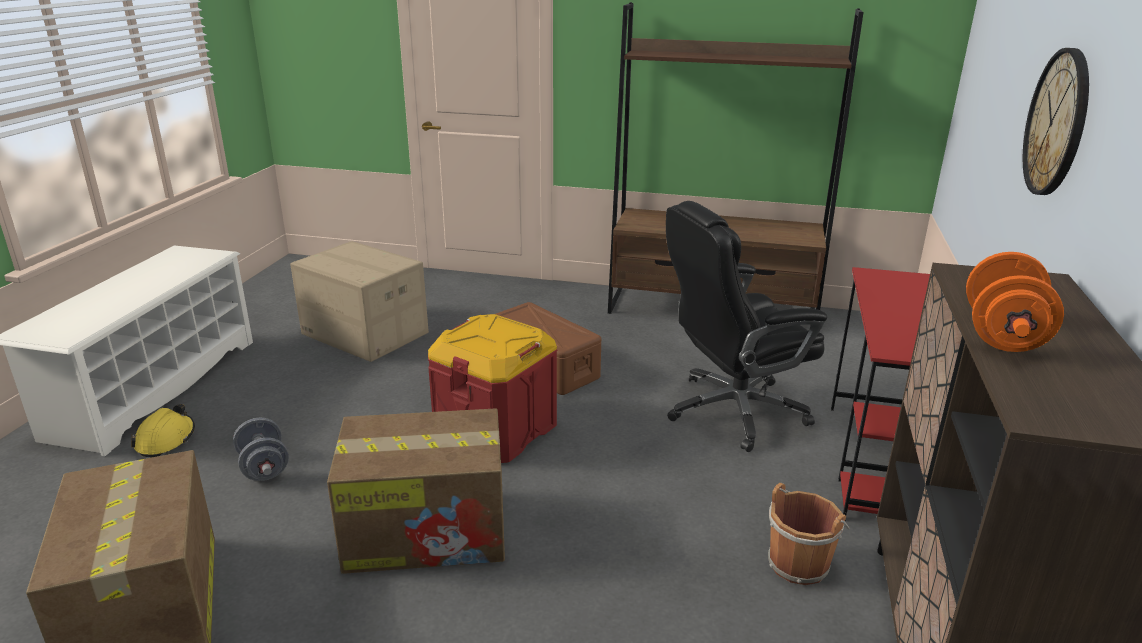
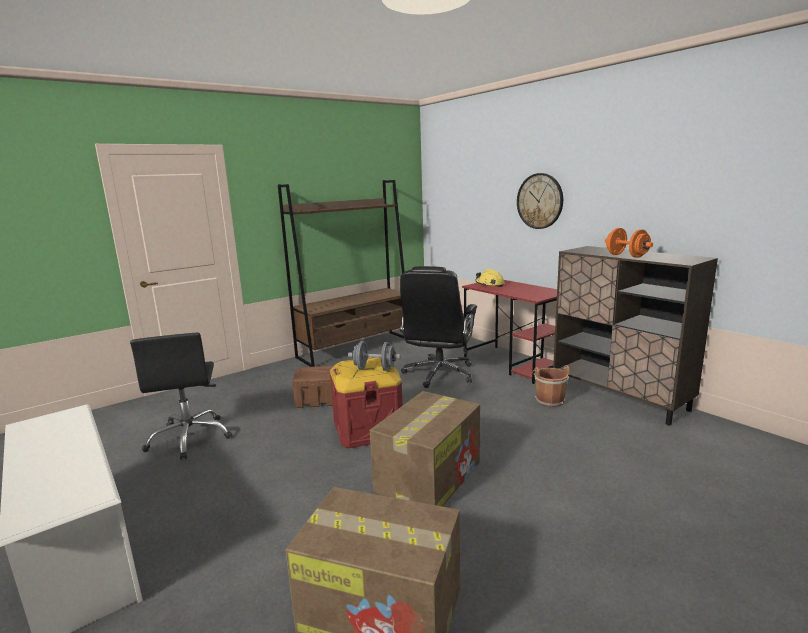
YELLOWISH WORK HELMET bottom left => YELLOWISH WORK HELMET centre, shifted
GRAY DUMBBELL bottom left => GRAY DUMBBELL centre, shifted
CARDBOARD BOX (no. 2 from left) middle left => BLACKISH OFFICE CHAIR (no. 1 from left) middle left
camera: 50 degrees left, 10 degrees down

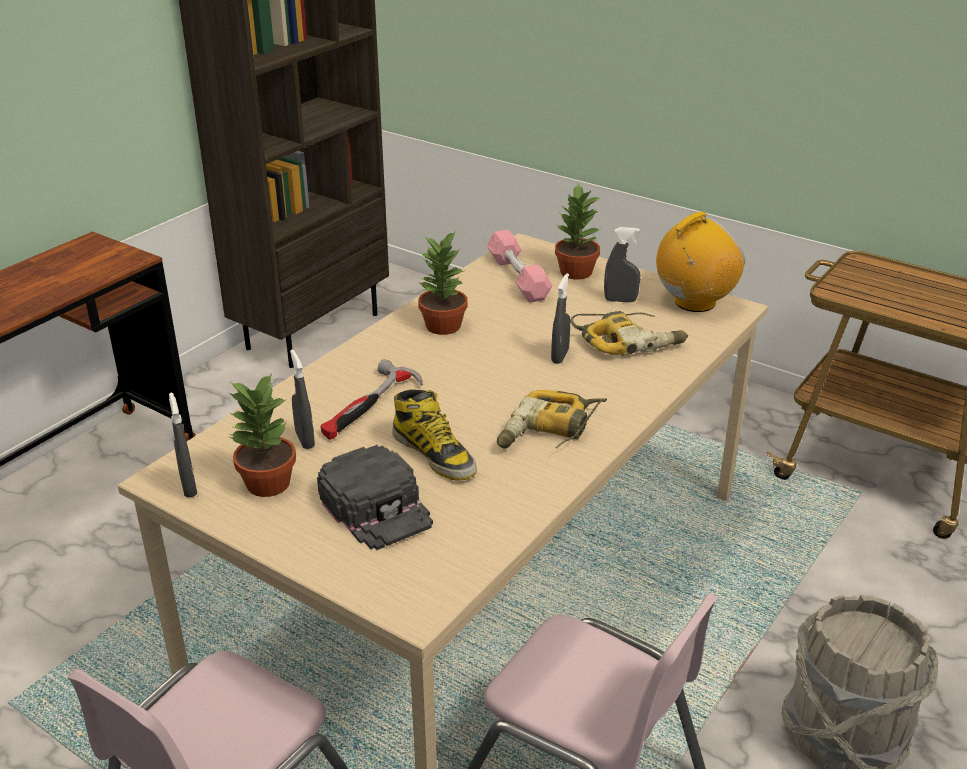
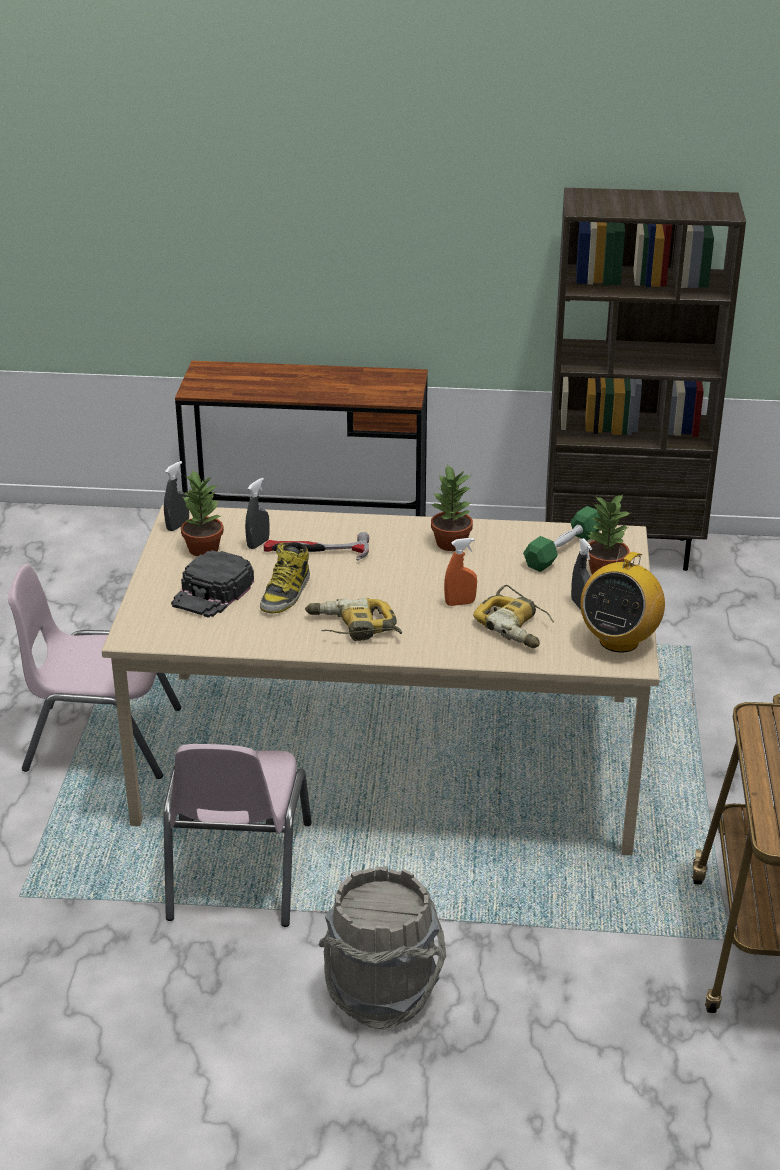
PINK-COLOURED DUMBBELL centre => GREENISH DUMBBELL middle right
GRAY SPRAYER (no. 3 from left) centre => ORANGE-COLOURED SPRAYER centre
RADIO RECEIVER middle right, 90 degrees clockwise
camera: 60 degrees right, 0 degrees up

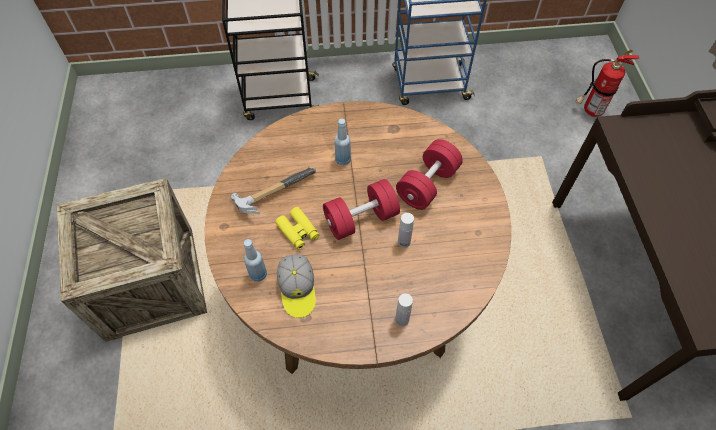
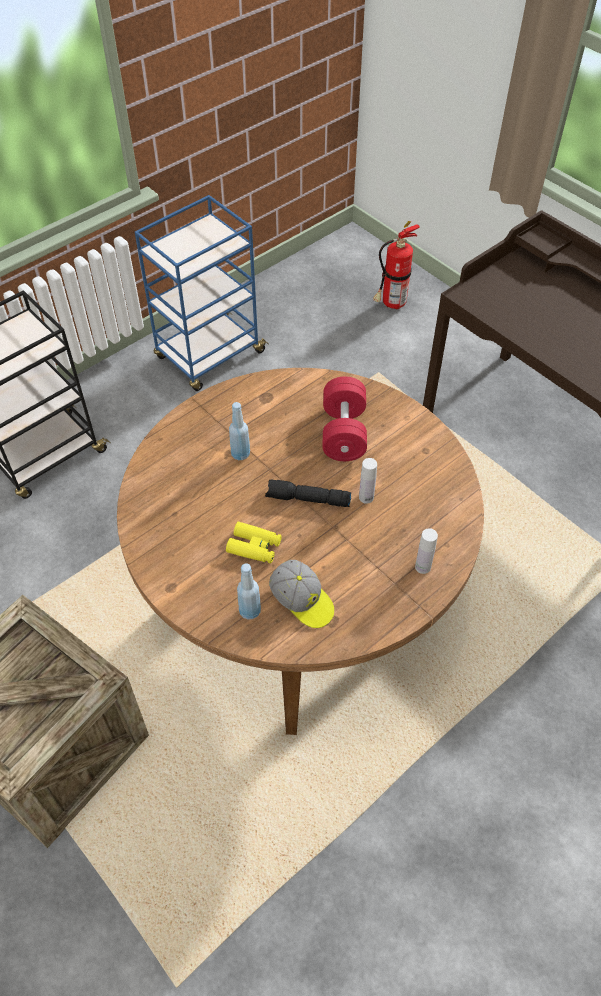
HAMMER centre => nothing
REDDISH DUMBBELL (no. 1 from left) centre => BLACKISH FLASHLIGHT centre
camera: 35 degrees left, 5 degrees down

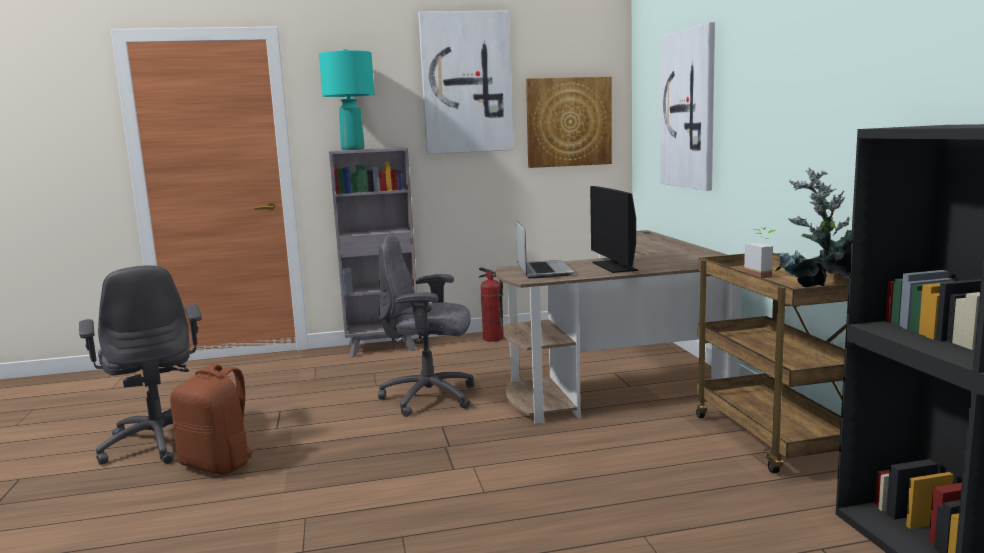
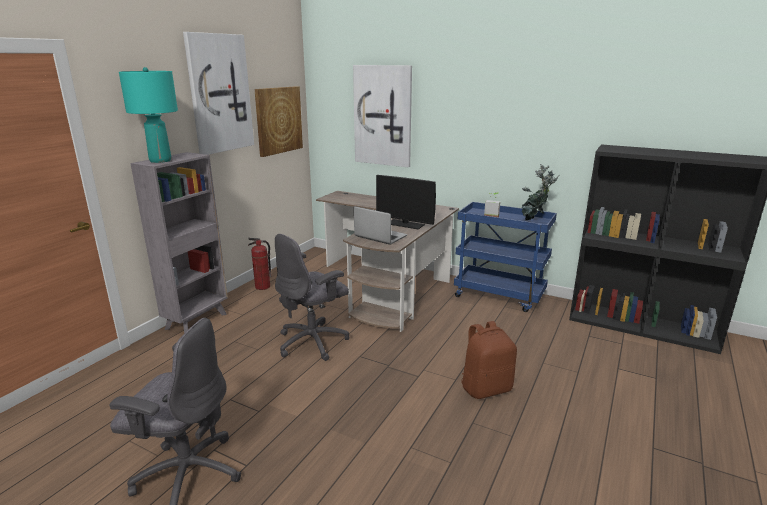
BROWN-COLOURED RUCKSACK bottom left => BROWN-COLOURED RUCKSACK bottom centre, shifted
BROWN-COLOURED WHEELED CART middle right => BLUISH WHEELED CART centre
camera: 50 degrees left, 10 degrees up

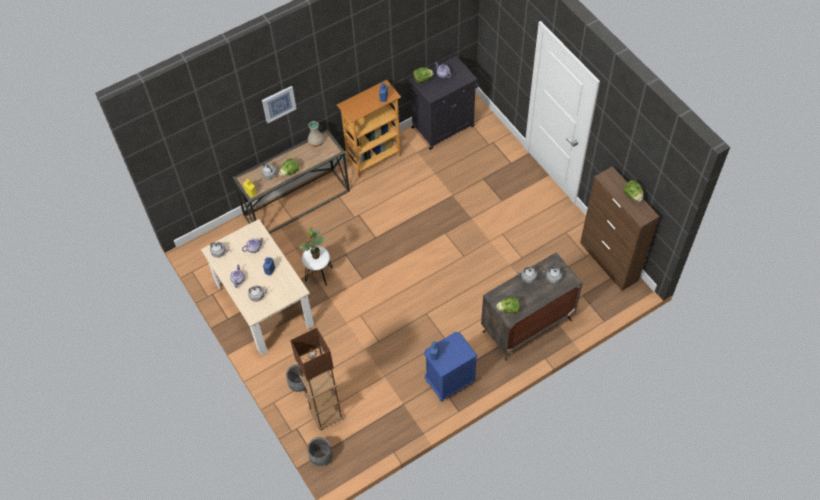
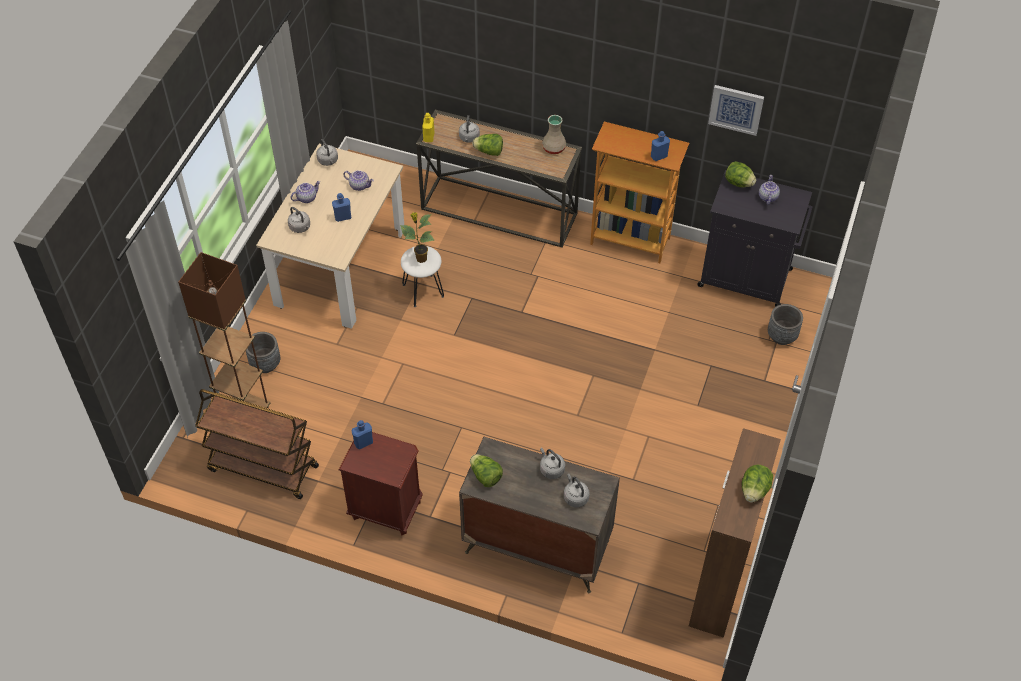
nothing => BROWN-COLOURED WHEELED CART middle left
WALL PICTURE top centre => WALL PICTURE top right, shifted
GRAY PLANTER (no. 2 from left) bottom centre => GRAY PLANTER (no. 2 from left) middle right, shifted
BLUISH NIGHTSTAND bottom centre => BROWN-COLOURED NIGHTSTAND bottom centre
camera: 50 degrees right, 5 degrees down

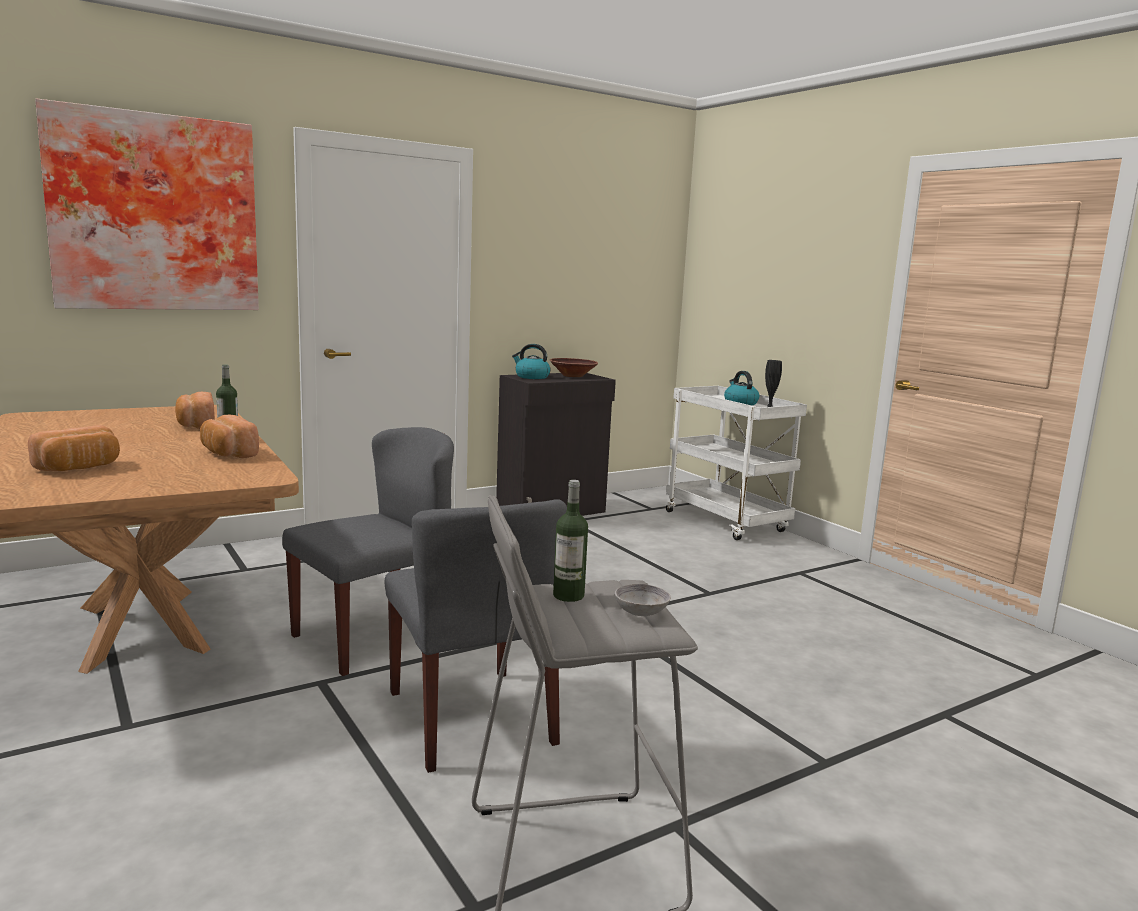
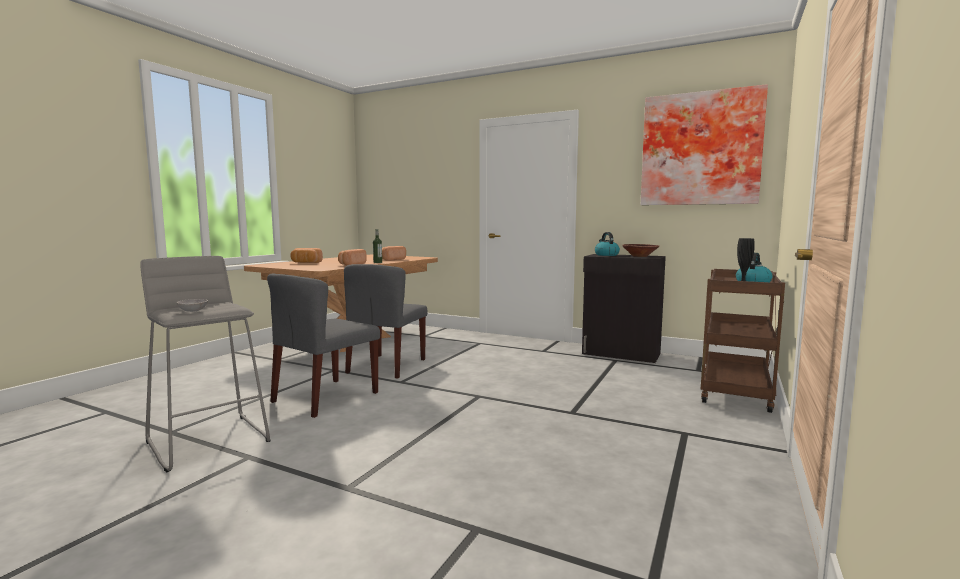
BOTTLE (no. 2 from left) centre => nothing
WALL PICTURE top left => WALL PICTURE top right, shifted
WHITE-COLOURED WHEELED CART centre => BROWN-COLOURED WHEELED CART middle right
GRAY UPRIGHT CHAIR (no. 1 from left in the first image) middle left => GRAY UPRIGHT CHAIR (no. 2 from left) centre, 90 degrees clockwise
camera: 60 degrees right, 5 degrees down

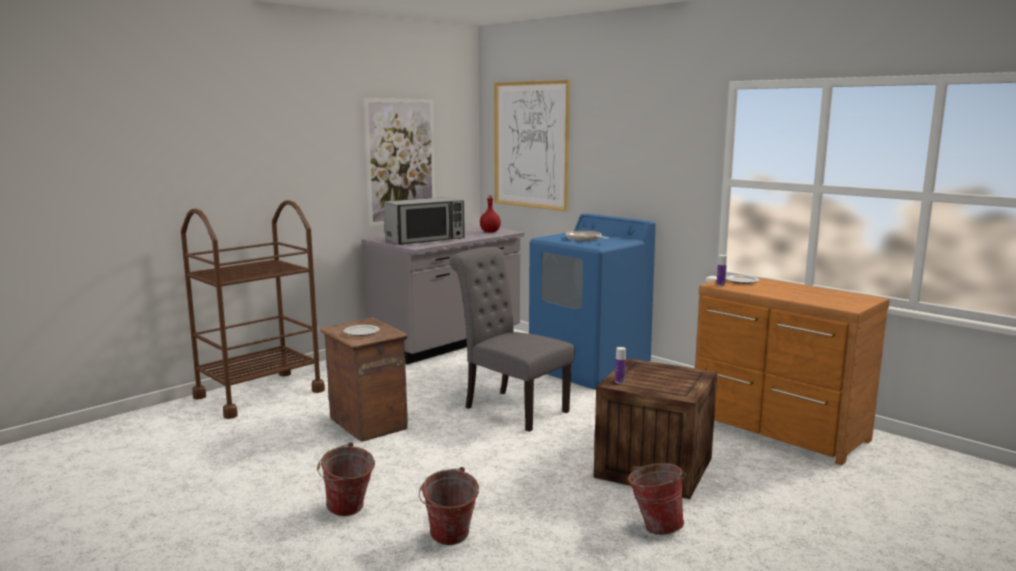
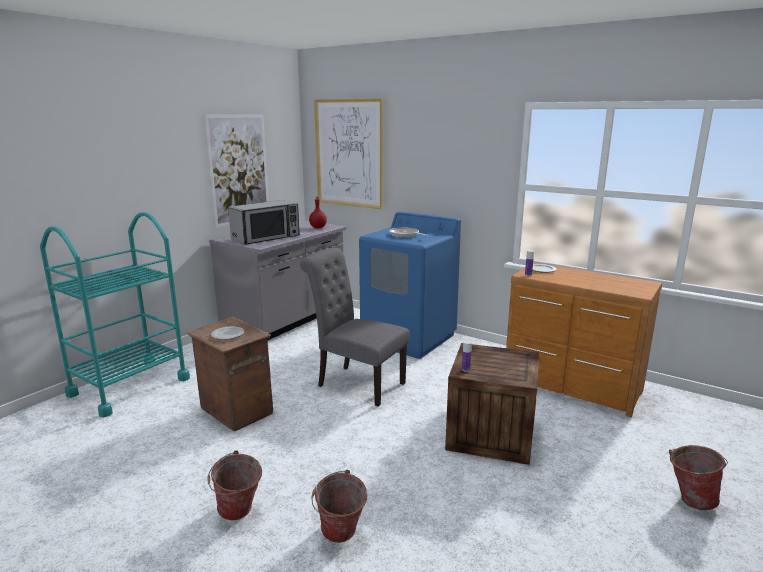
BUCKET (no. 3 from left) bottom centre => BUCKET (no. 3 from left) bottom right, shifted
BROWN-COLOURED WHEELED CART middle left => TURQUOISE WHEELED CART middle left
camera: 10 degrees left, 5 degrees up

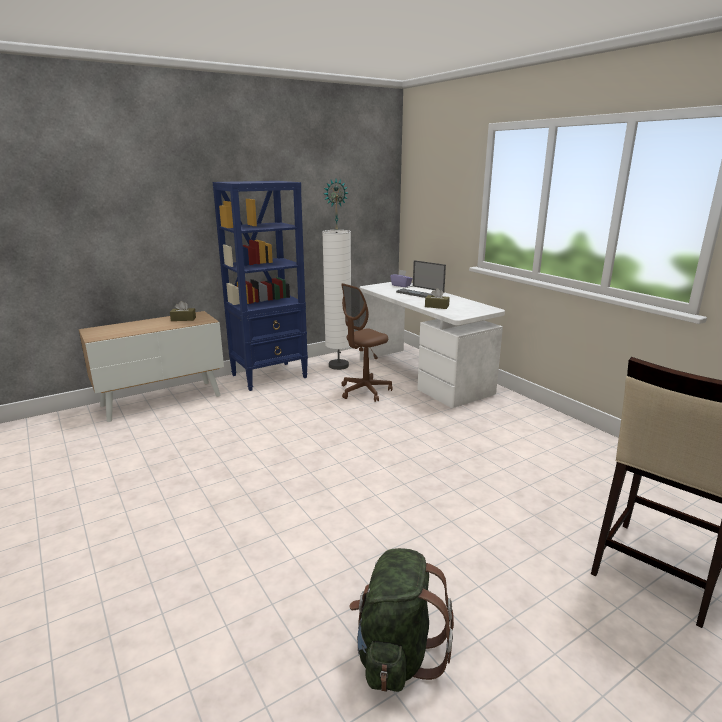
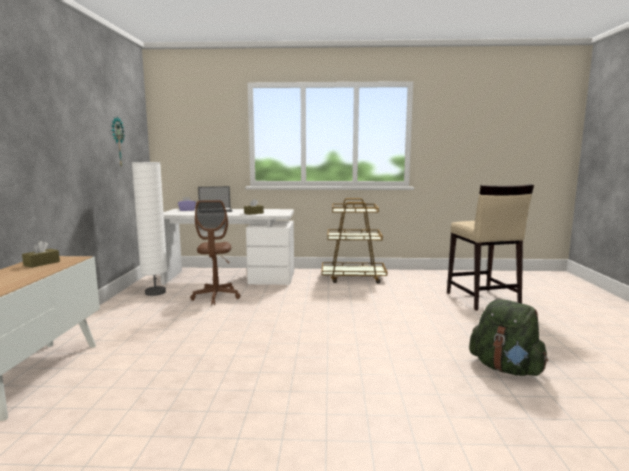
BLUISH SHELVING UNIT centre => nothing
nothing => BROWN-COLOURED WHEELED CART centre
camera: 55 degrees left, 10 degrees down

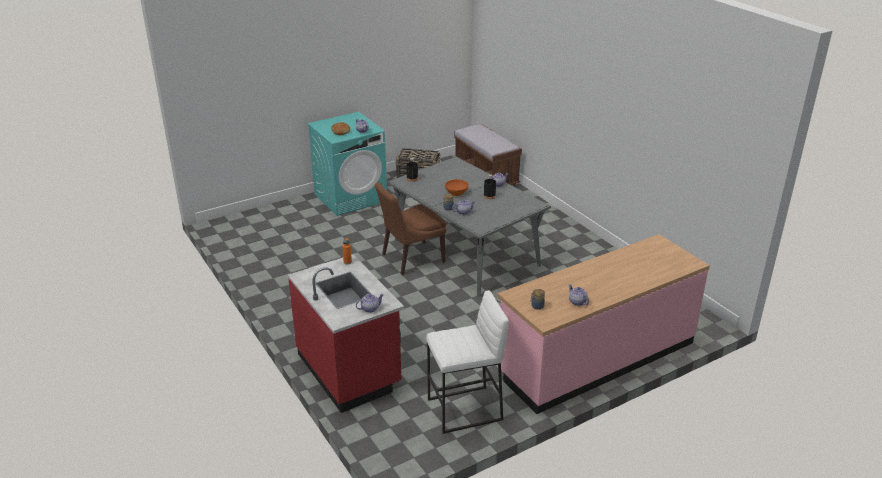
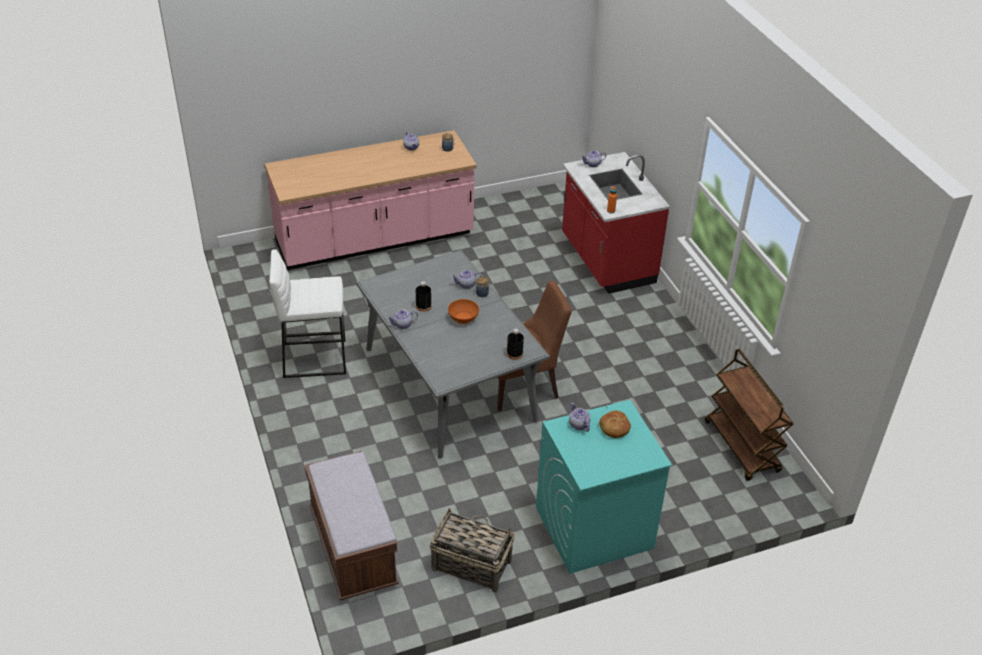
nothing => BROWN-COLOURED WHEELED CART middle right
WHITE-COLOURED SITTING STOOL bottom centre => WHITE-COLOURED SITTING STOOL middle left, shifted
camera: 170 degrees left, 10 degrees up

